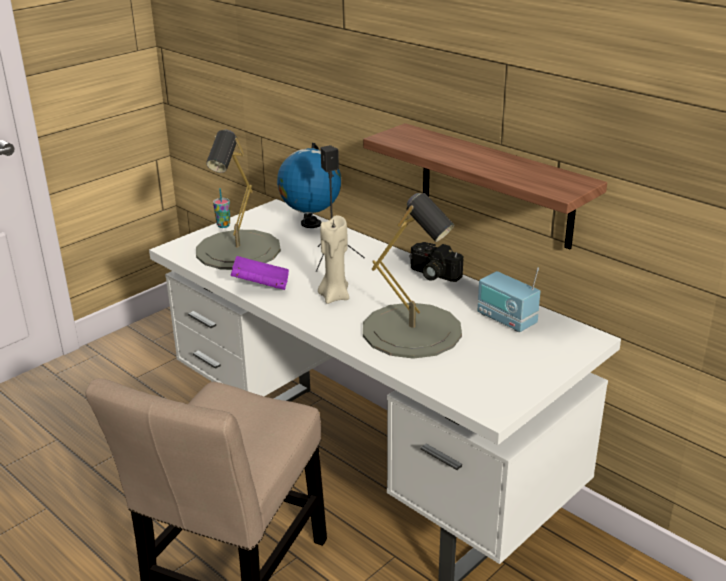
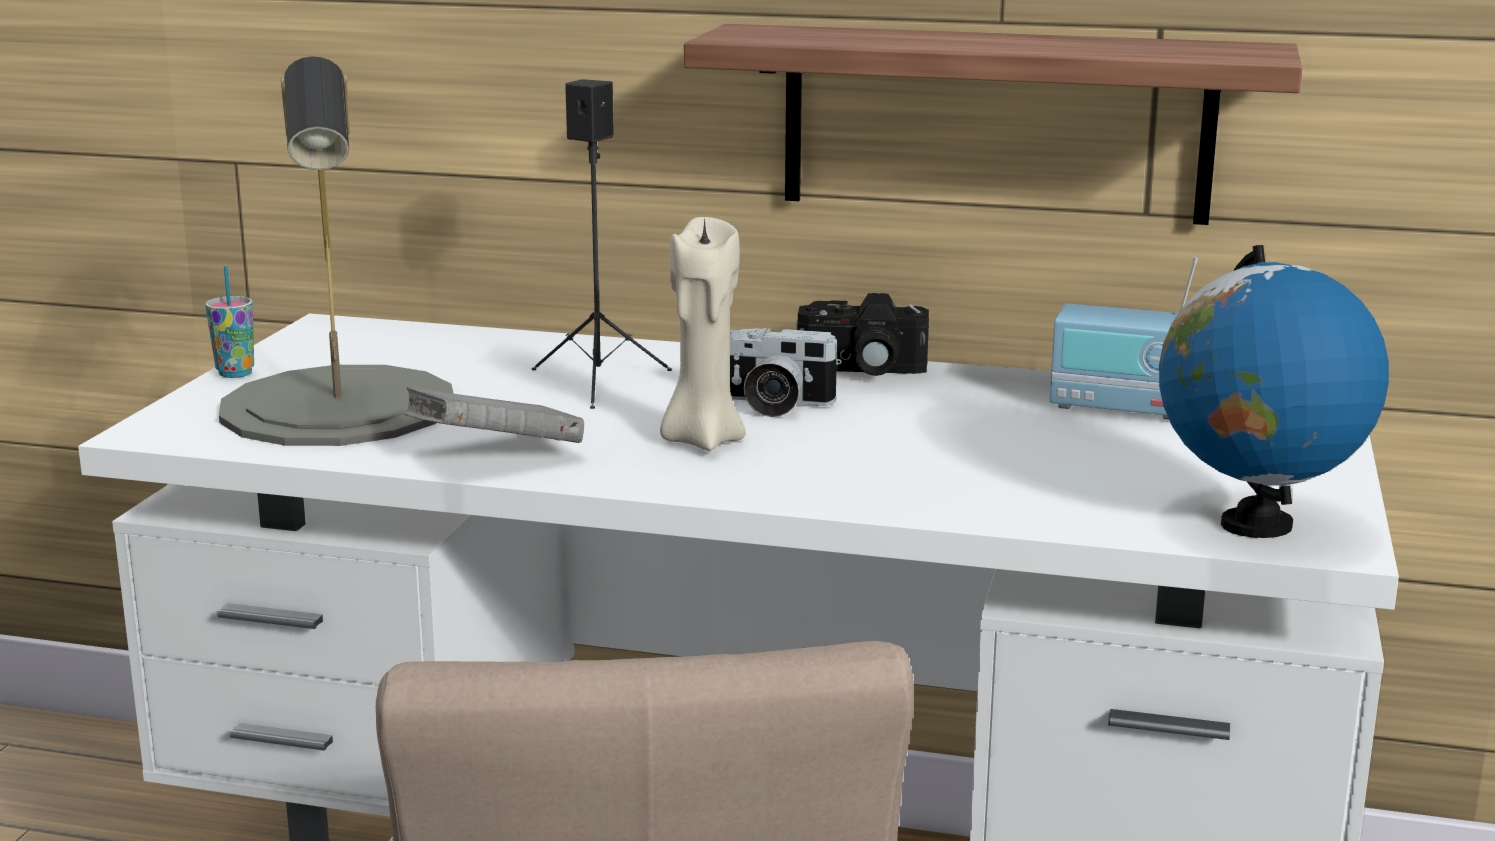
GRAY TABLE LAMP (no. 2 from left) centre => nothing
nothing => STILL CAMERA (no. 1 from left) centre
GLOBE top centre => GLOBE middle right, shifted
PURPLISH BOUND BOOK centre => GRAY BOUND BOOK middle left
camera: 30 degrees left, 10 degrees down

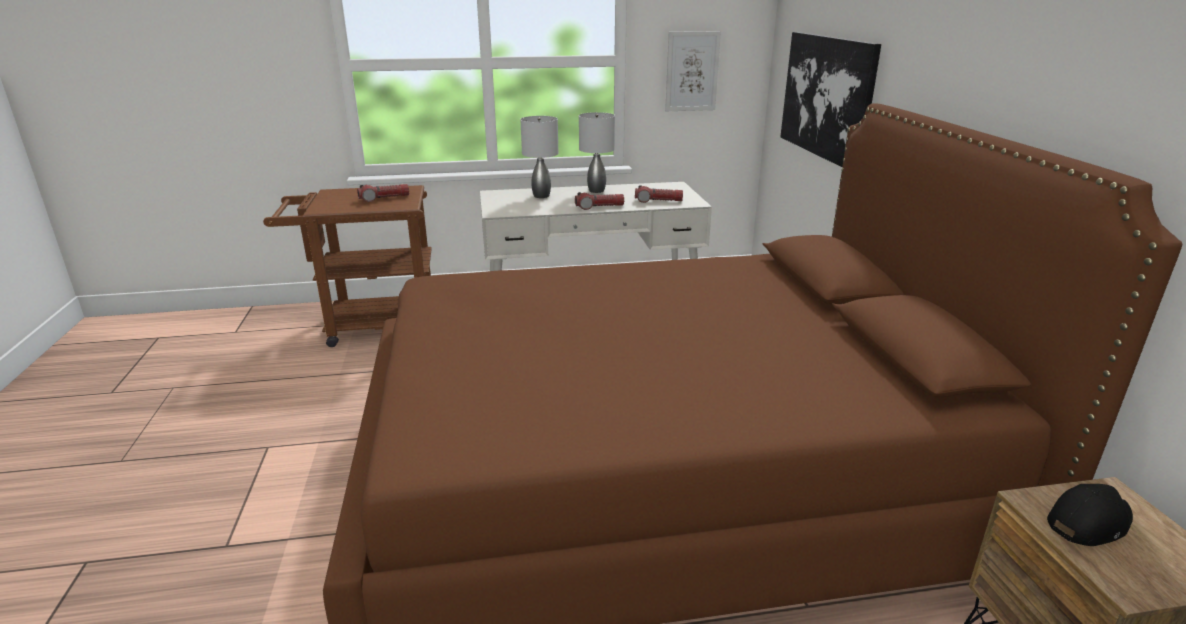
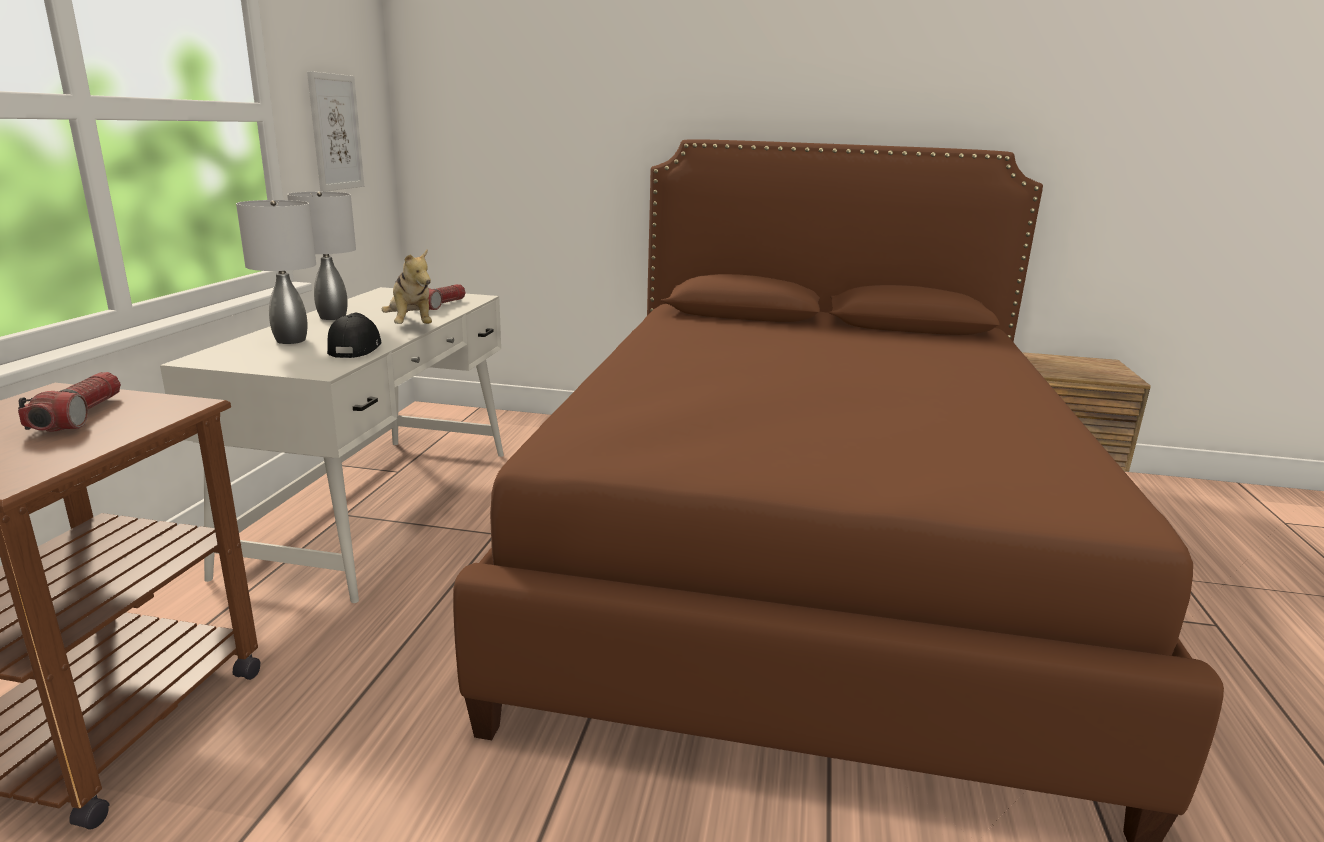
WALL PICTURE (no. 2 from left) top right => nothing
BLACKISH BASEBALL CAP bottom right => BLACKISH BASEBALL CAP middle left, shifted
FLASHLIGHT (no. 2 from left) top centre => SOFT TOY middle left
camera: 70 degrees left, 5 degrees down

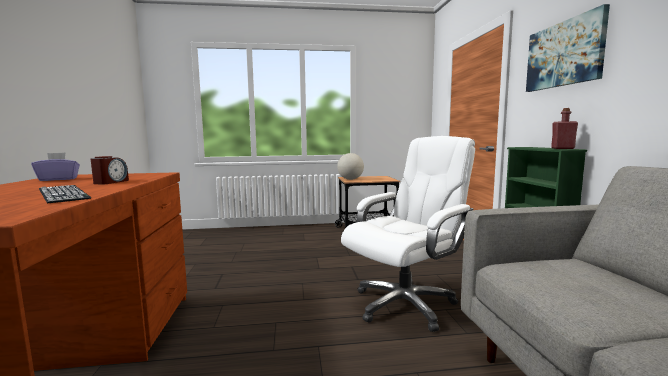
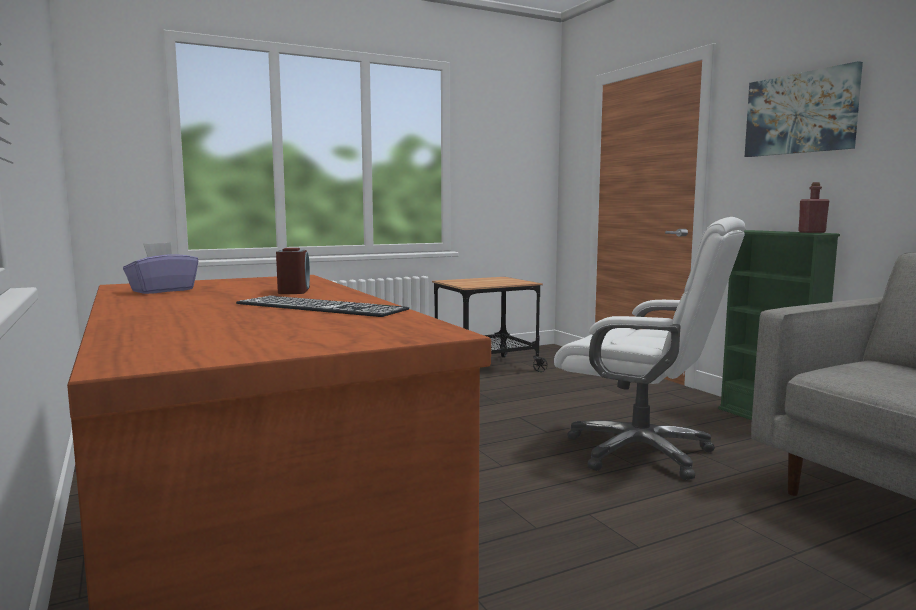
GLOBE centre => nothing
WHITE-COLOURED OFFICE CHAIR centre => WHITE-COLOURED OFFICE CHAIR middle right, 90 degrees clockwise
camera: 20 degrees left, 0 degrees up

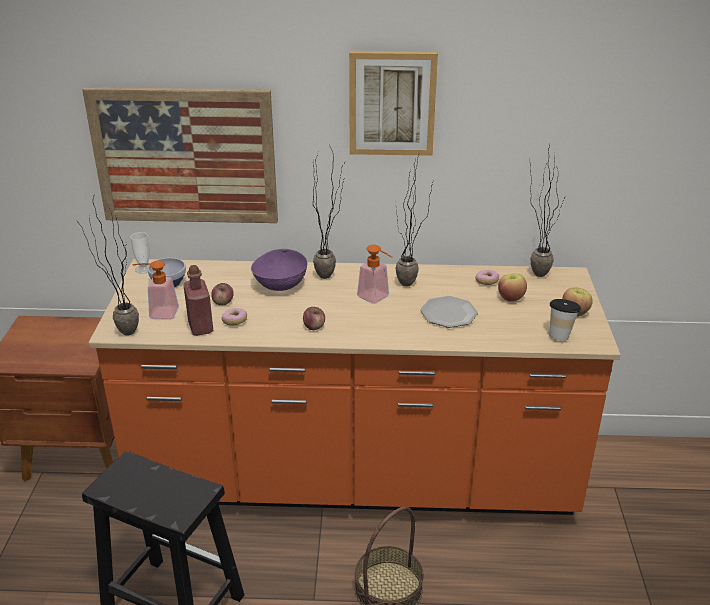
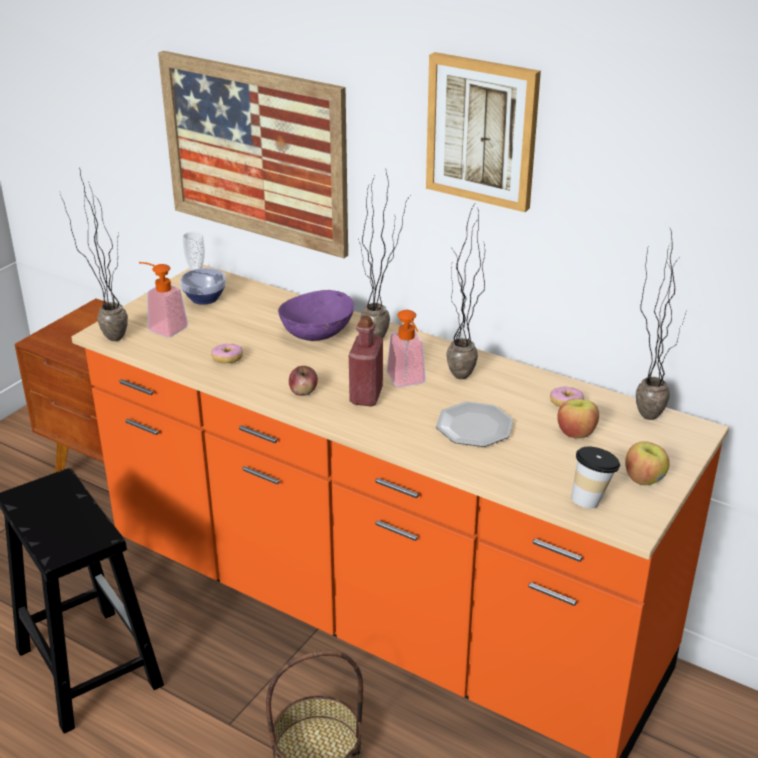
WHOLE APPLE (no. 1 from left) middle left => nothing
REDDISH BOTTLE middle left => REDDISH BOTTLE centre, shifted
camera: 30 degrees right, 0 degrees up

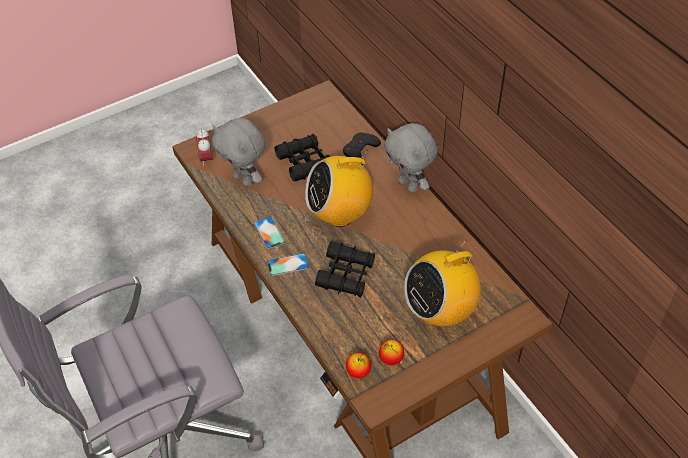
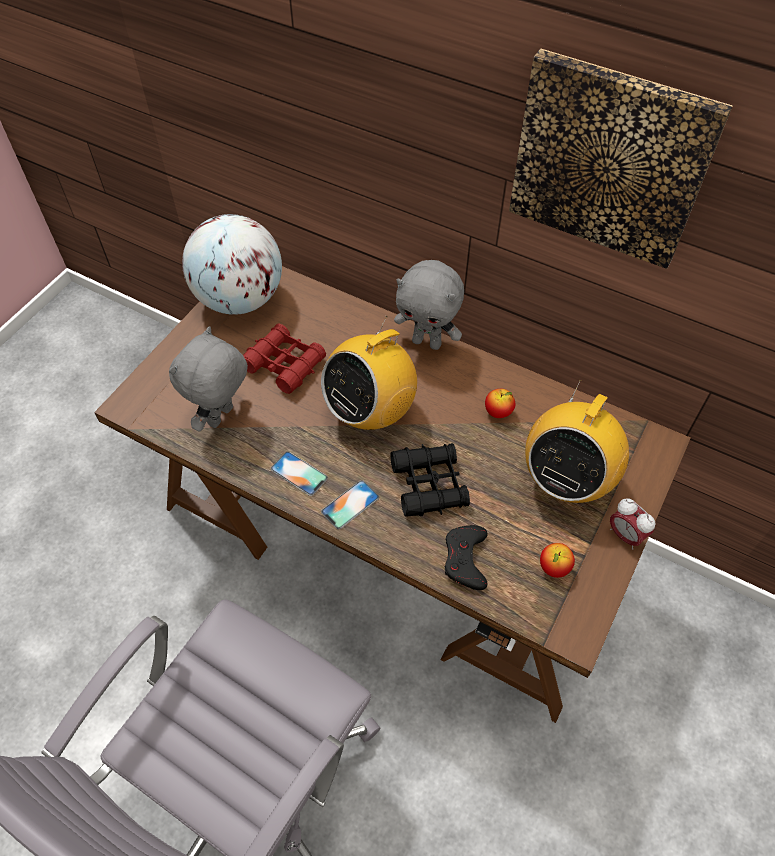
nothing => GLOBE top left
nothing => WALL PICTURE top right
TABLE CLOCK top left => TABLE CLOCK middle right, shifted
BLACKISH JOYPAD top centre => BLACKISH JOYPAD centre, shifted
WHOLE APPLE (no. 1 from left) bottom centre => WHOLE APPLE (no. 1 from left) centre, shifted
BLACKISH BINOCULARS (no. 1 from left) centre => REDDISH BINOCULARS centre
GRAY SOFT TOY (no. 1 from left) top centre => GRAY SOFT TOY (no. 1 from left) middle left, 105 degrees clockwise
camera: 30 degrees left, 5 degrees up

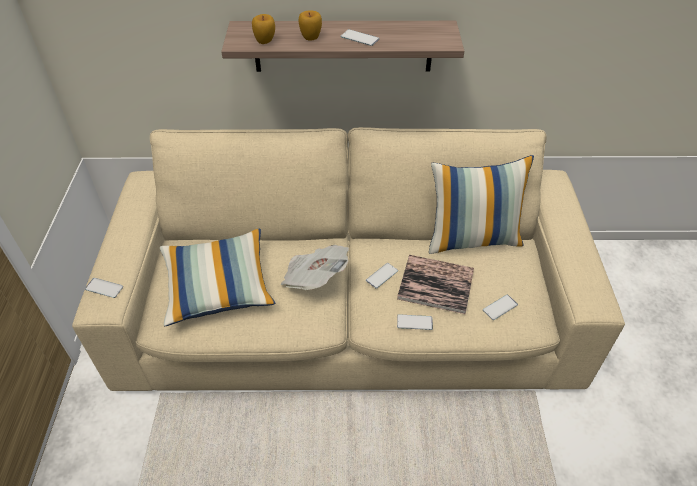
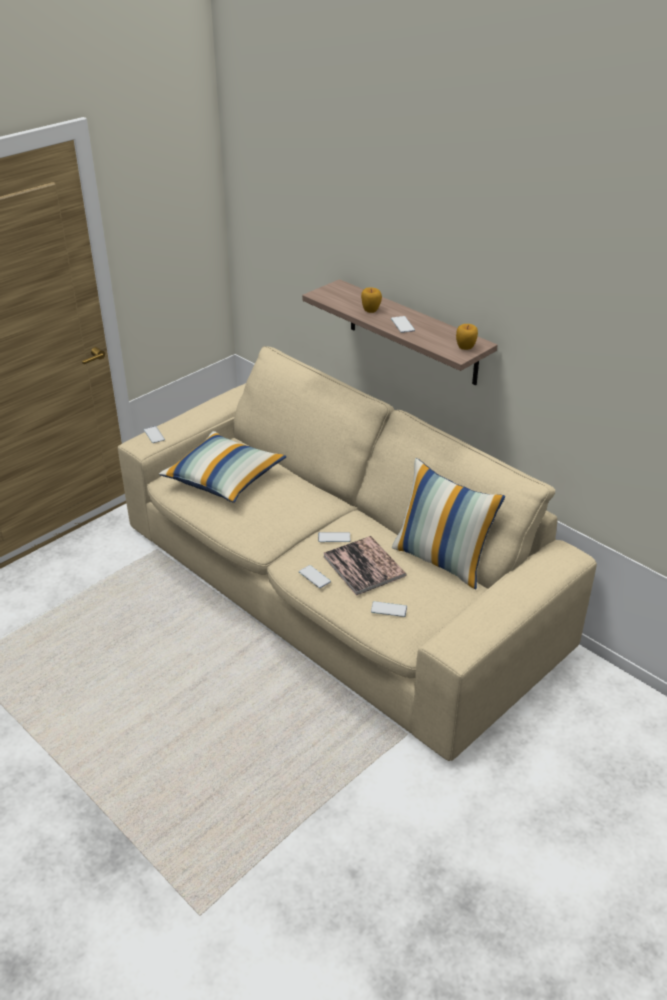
NEWSPAPER centre => nothing
WHOLE APPLE (no. 1 from left in the first image) top centre => WHOLE APPLE (no. 2 from left) middle right, shifted
camera: 45 degrees right, 10 degrees down

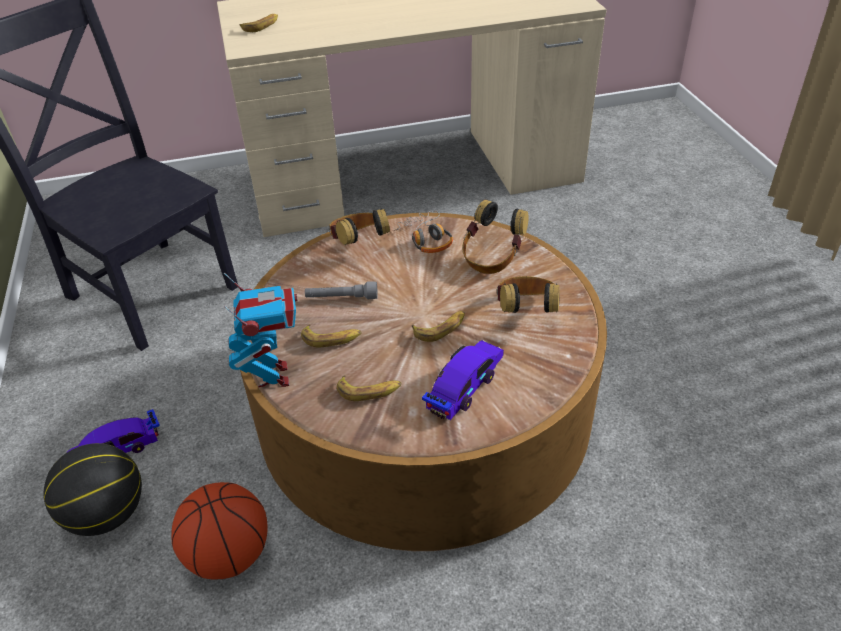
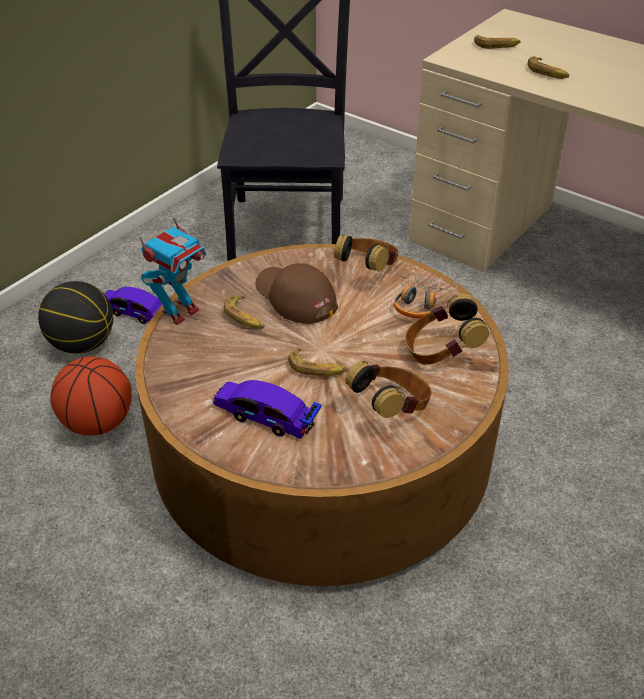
BANANA (no. 3 from left in the first image) centre => BANANA (no. 4 from left) top right, shifted
GRAY FLASHLIGHT centre => BROWN-COLOURED BASEBALL CAP centre
MODEL CAR (no. 2 from left) centre, 150 degrees counterclockwise
camera: 50 degrees right, 0 degrees up

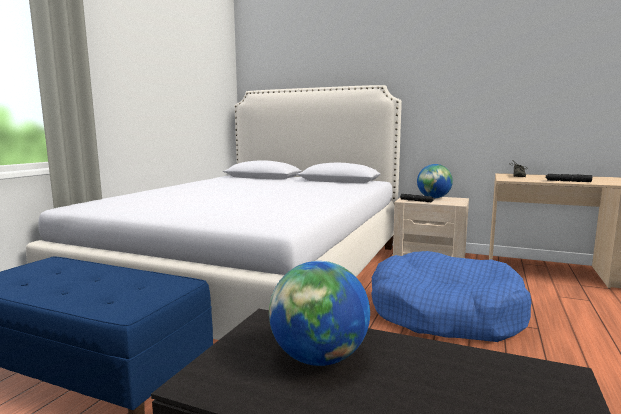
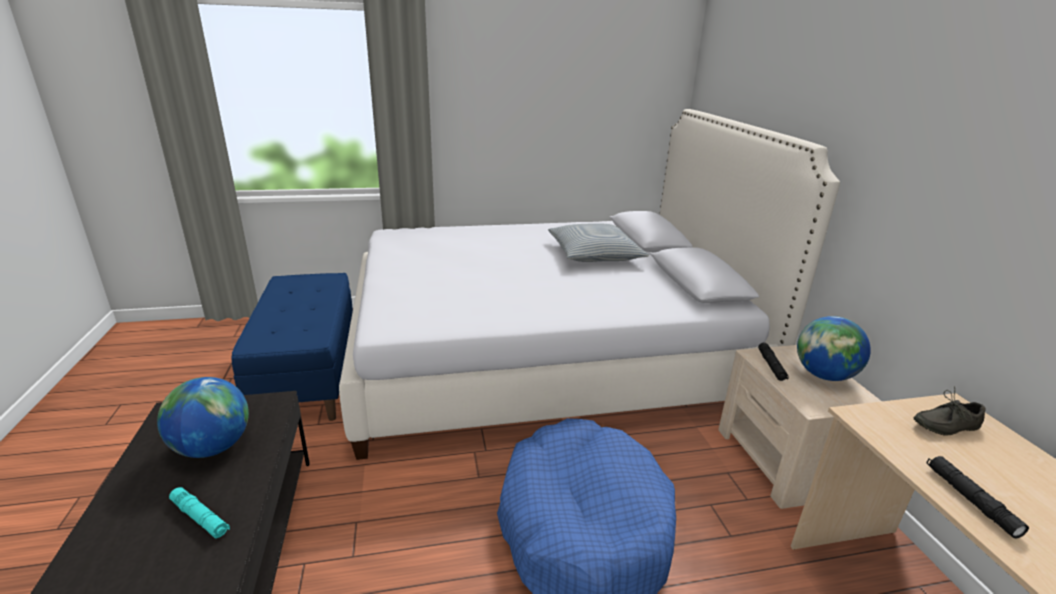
nothing => TURQUOISE FLASHLIGHT bottom left
nothing => PILLOW centre
camera: 55 degrees right, 15 degrees up

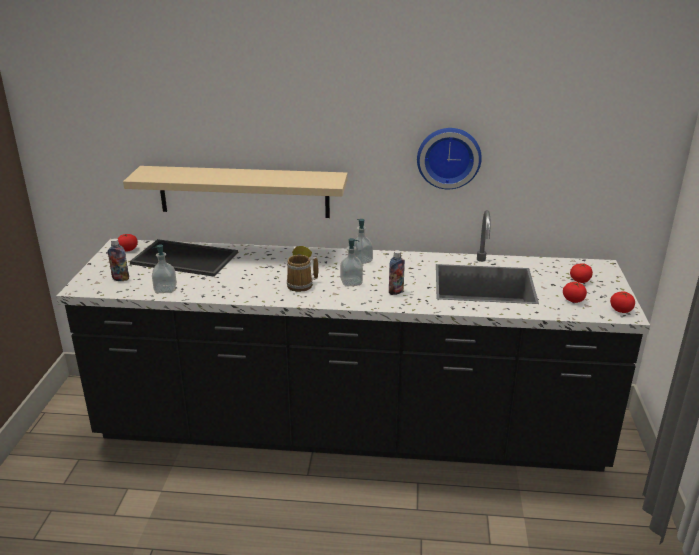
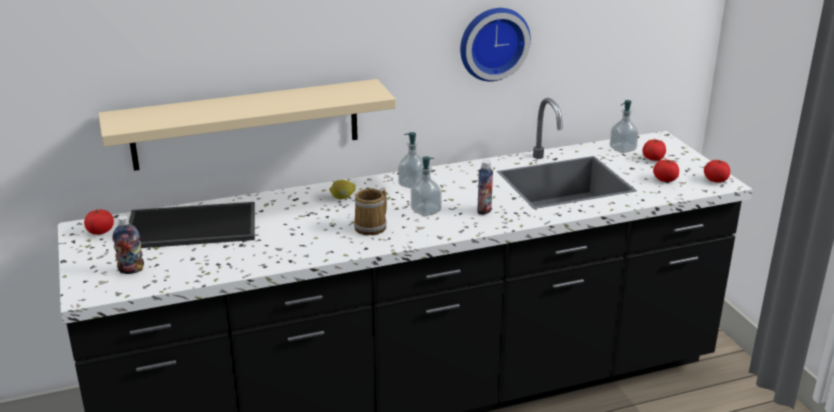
LIQUID SOAP BOTTLE (no. 1 from left in the first image) middle left => LIQUID SOAP BOTTLE (no. 3 from left) top right, shifted
camera: 25 degrees left, 0 degrees up

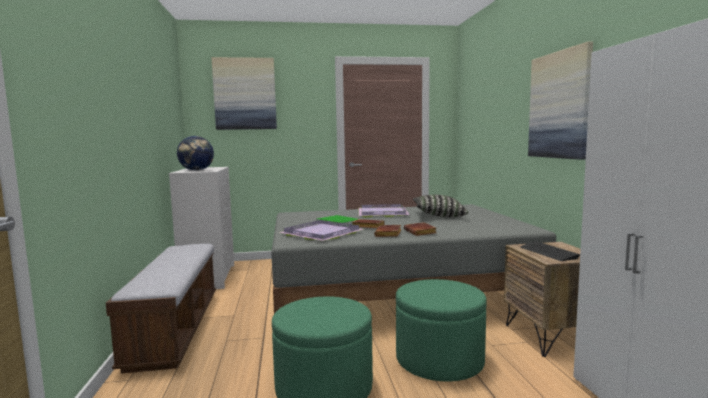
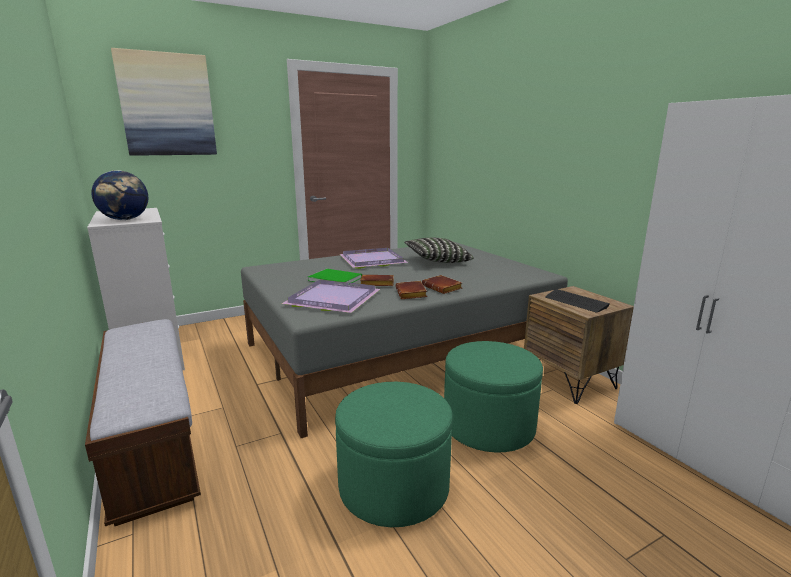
WALL PICTURE (no. 2 from left) top right => nothing
camera: 20 degrees left, 10 degrees up

